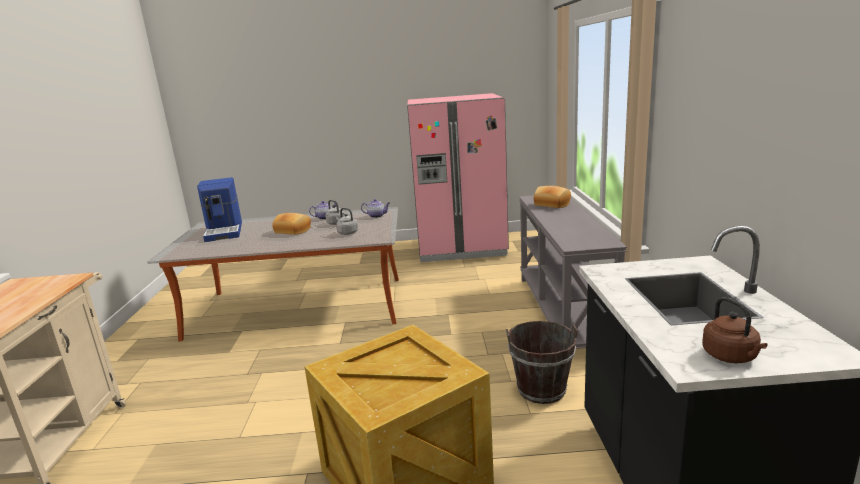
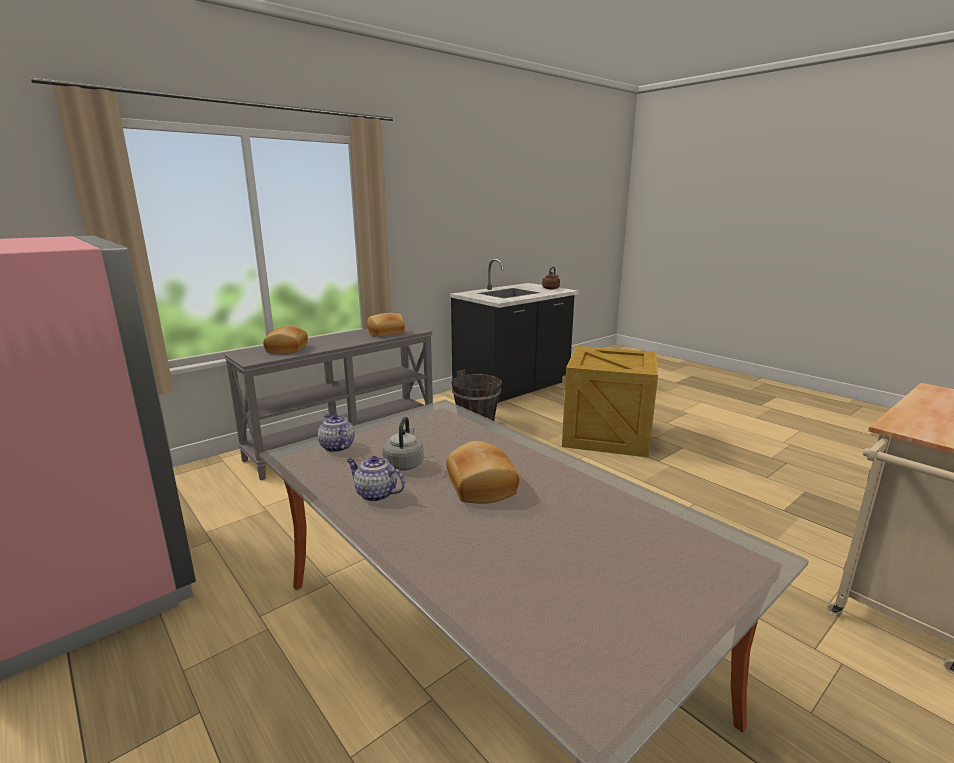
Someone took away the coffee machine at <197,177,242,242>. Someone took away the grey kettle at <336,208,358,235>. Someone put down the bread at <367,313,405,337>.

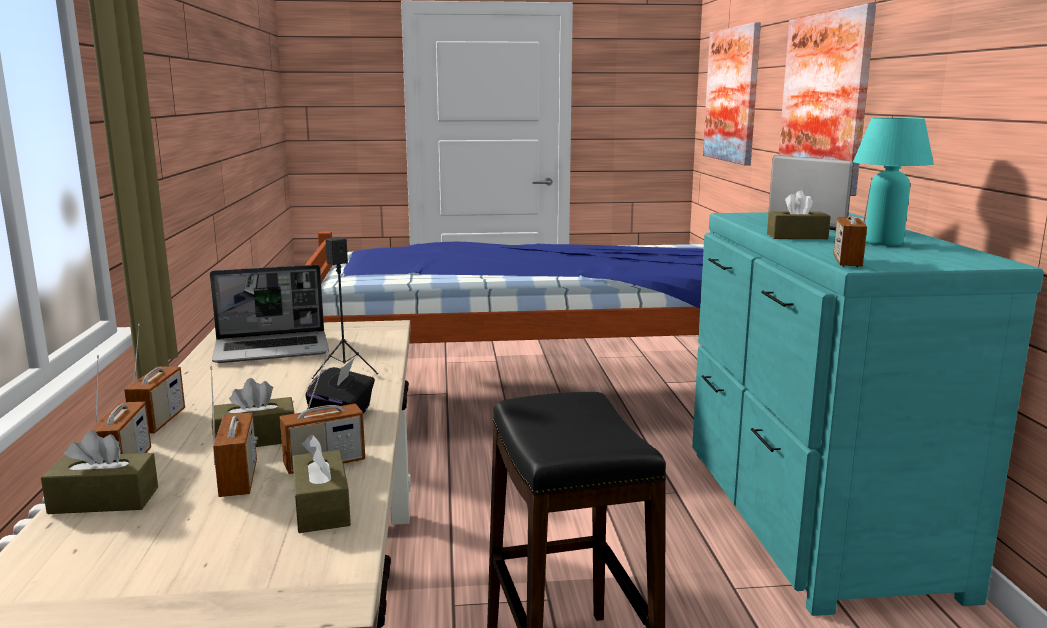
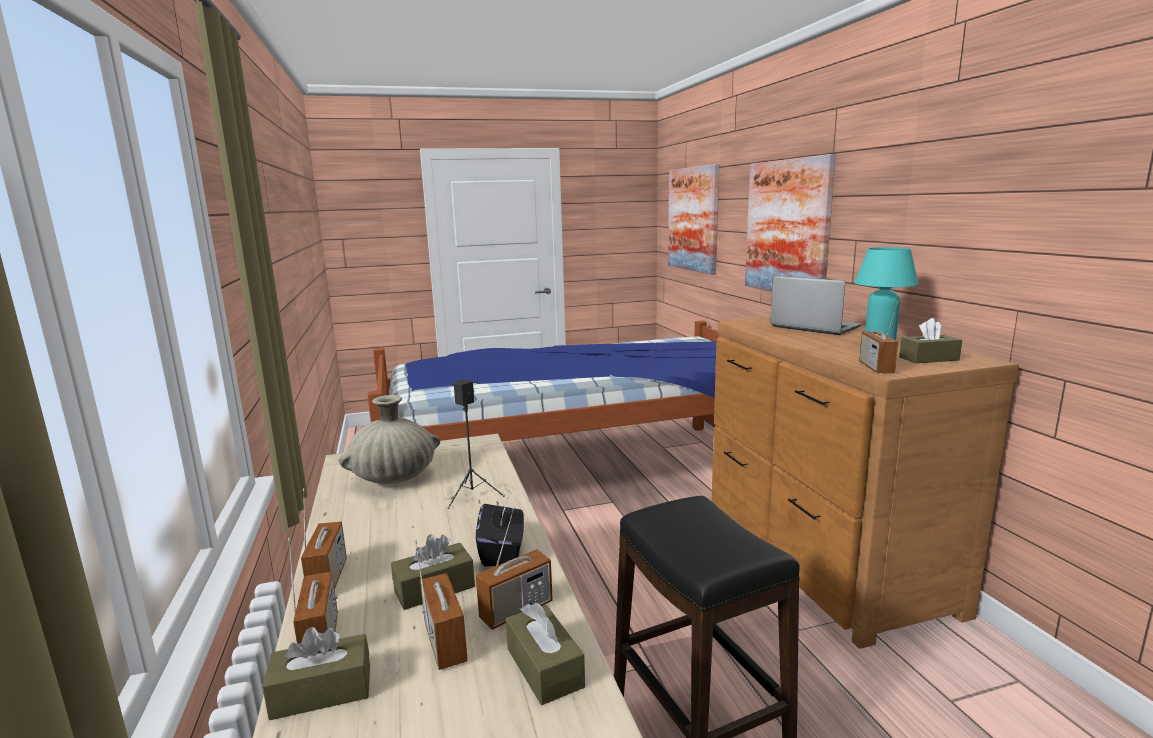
Someone swapped the laptop at <210,265,329,363> for the beige vase at <339,395,440,484>. Someone repainted the turquoise dresser at <692,212,1044,616>, which became the brown dresser at <712,317,1019,649>. Someone carried the brown tissue box from <767,190,831,239> to <899,318,962,363>.

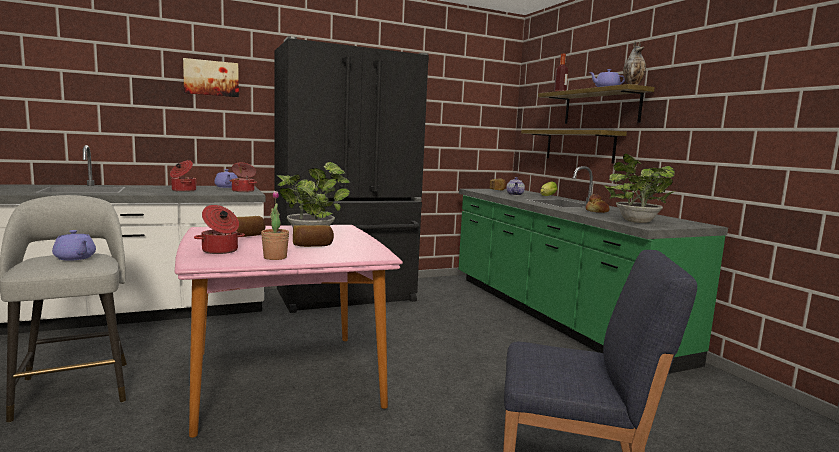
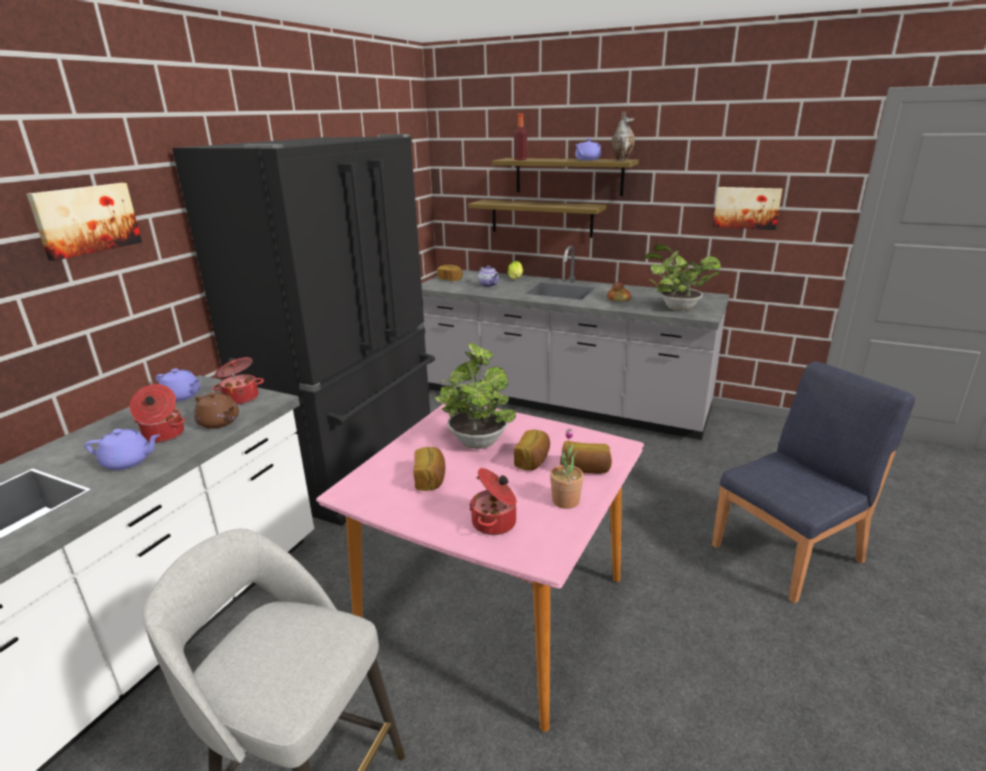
Someone carried the purple teapot from <52,230,96,261> to <85,429,160,470>. Someone repainted the green counter at <459,166,728,374>, which became the grey counter at <421,246,729,440>. Someone put down the brown teapot at <194,392,239,429>. Someone put down the bread at <560,441,612,474>. Someone put up the picture at <713,187,782,230>.

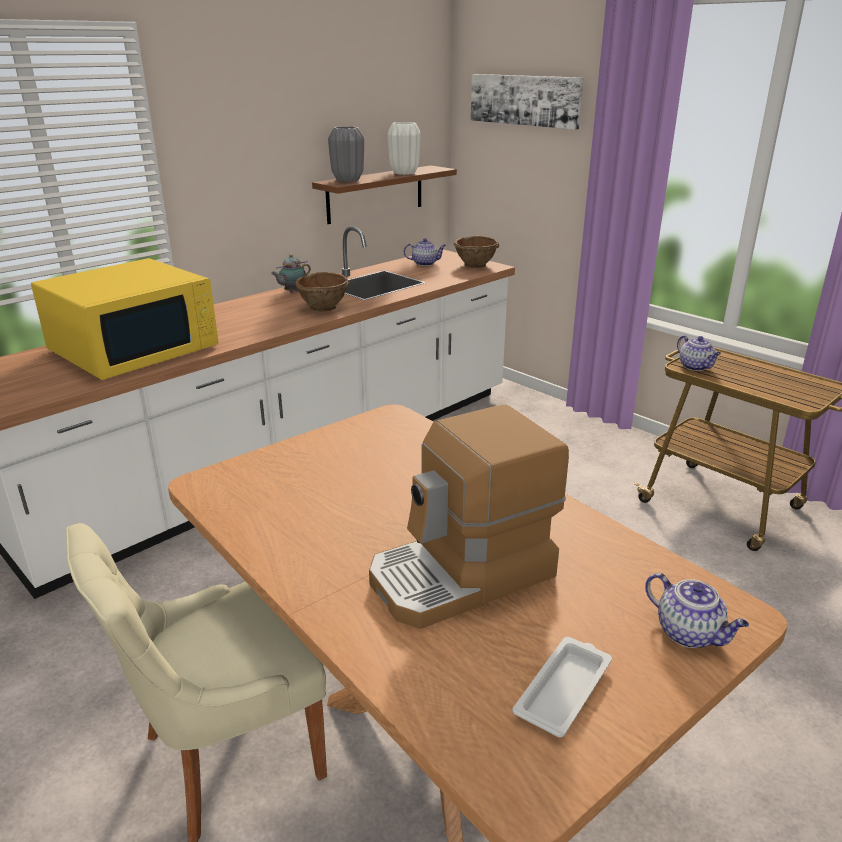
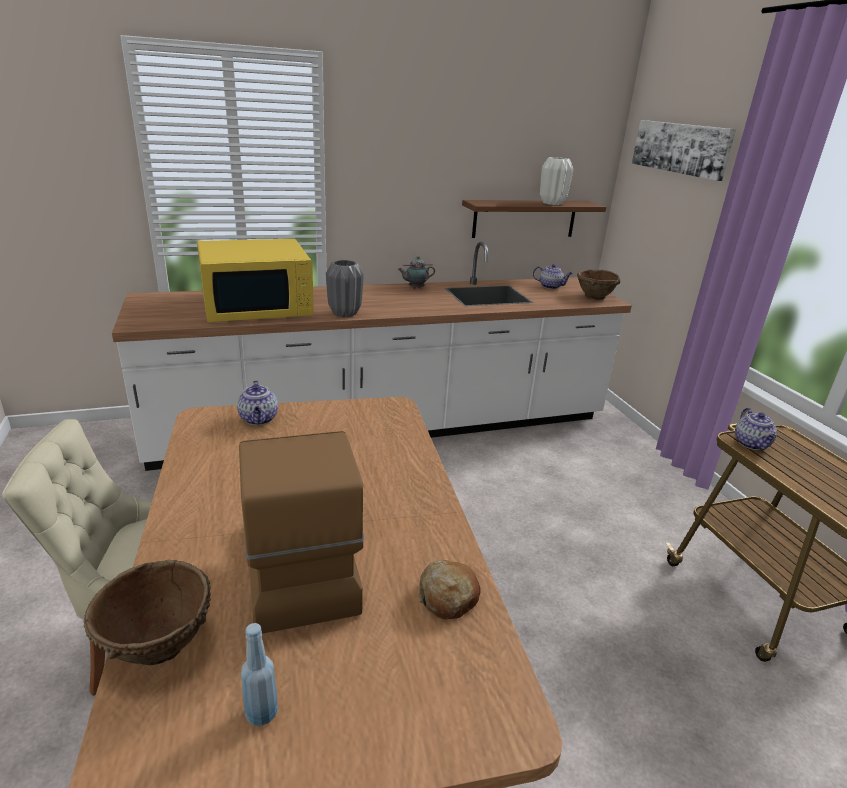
Someone carried the brown bowl from <295,272,349,312> to <83,560,211,666>. Someone carried the grey vase from <328,126,364,182> to <326,260,364,317>. Someone rotated the coffee machine at <369,405,569,629> by 75 degrees clockwise. Someone swapped the white tray at <512,637,612,737> for the blue bottle at <241,623,278,726>. Someone carried the teapot from <645,573,749,648> to <237,380,278,425>. Someone put down the bread at <418,560,481,619>.

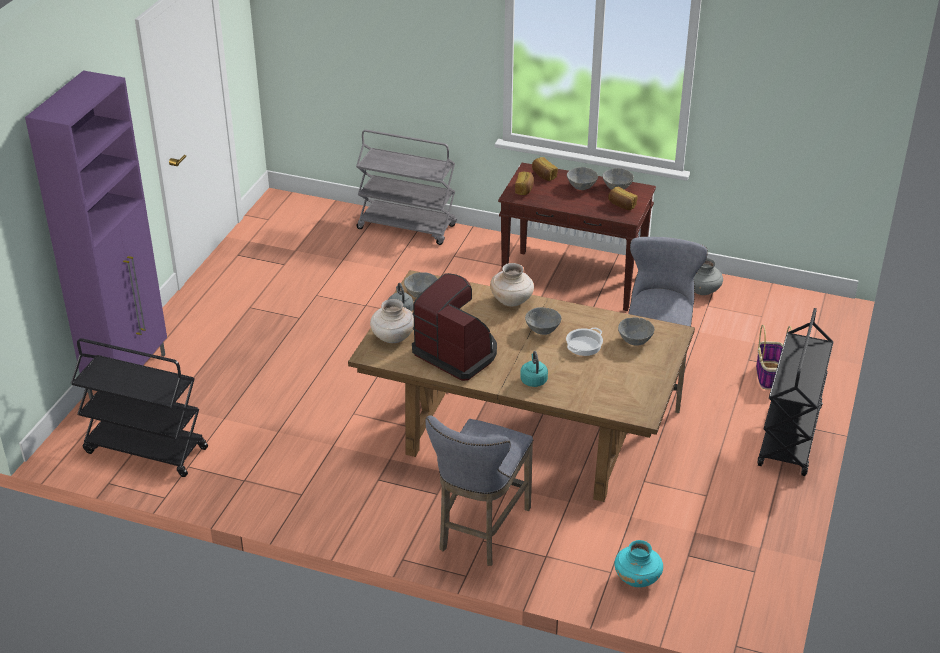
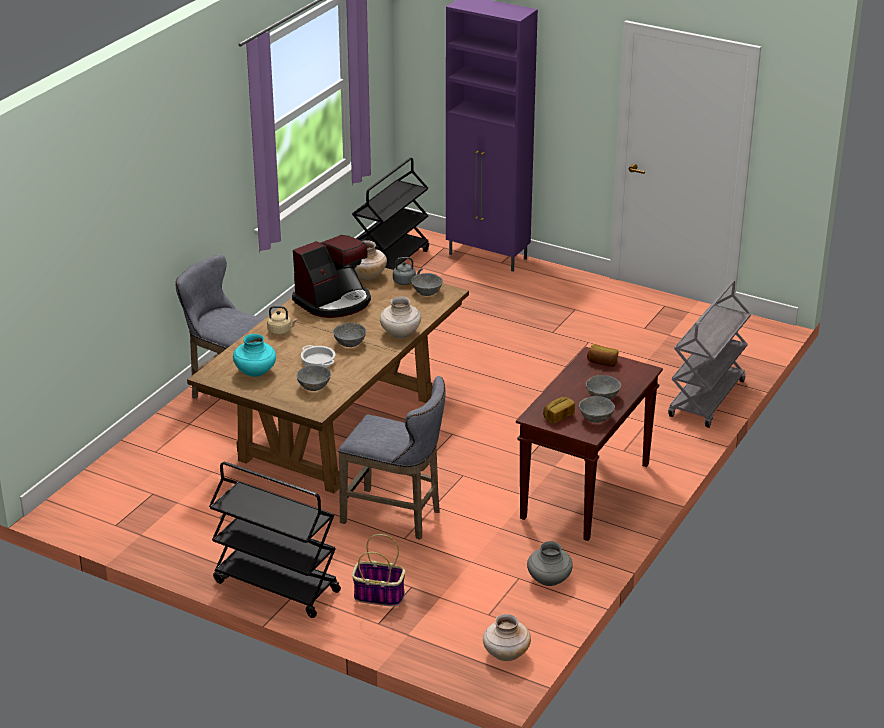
Someone repainted the turquoise kettle at <520,351,548,387>, which became the beige kettle at <267,306,297,335>. Someone took away the bread at <532,157,558,181>. Someone carried the turquoise vase from <615,540,663,587> to <233,334,276,377>. Someone put down the beige vase at <483,614,531,661>.

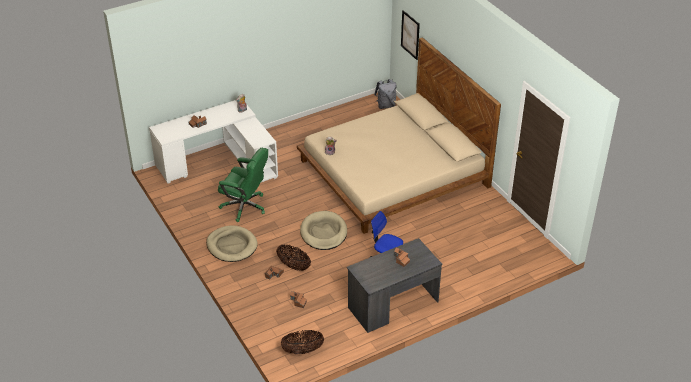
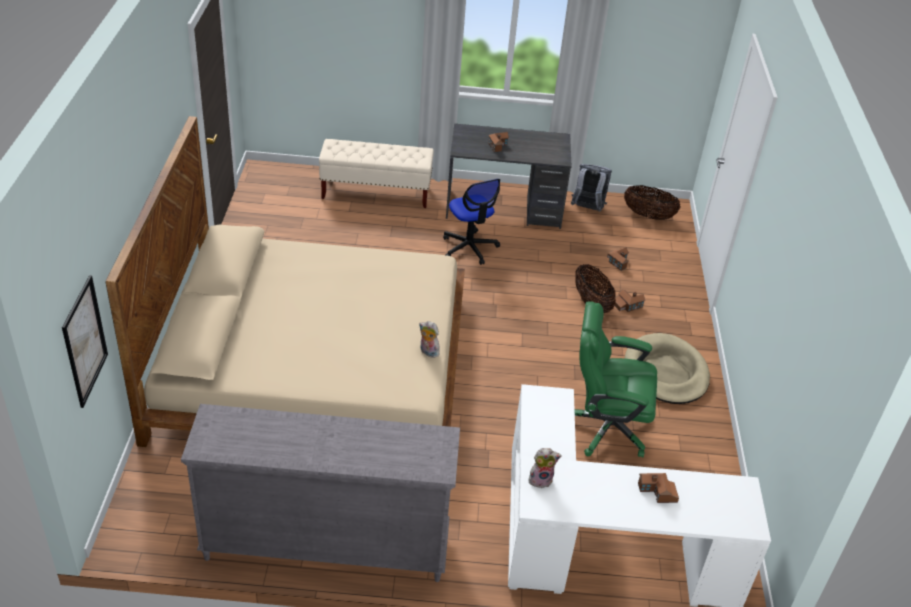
Someone rotated the green office chair at <218,148,268,222> by 45 degrees counterclockwise. Someone took away the beige dog bed at <300,211,347,250>. Someone carried the grey backpack from <374,79,397,109> to <571,164,612,212>. Someone put down the grey dresser at <181,404,460,582>. Someone put down the beige bench at <319,139,434,208>.

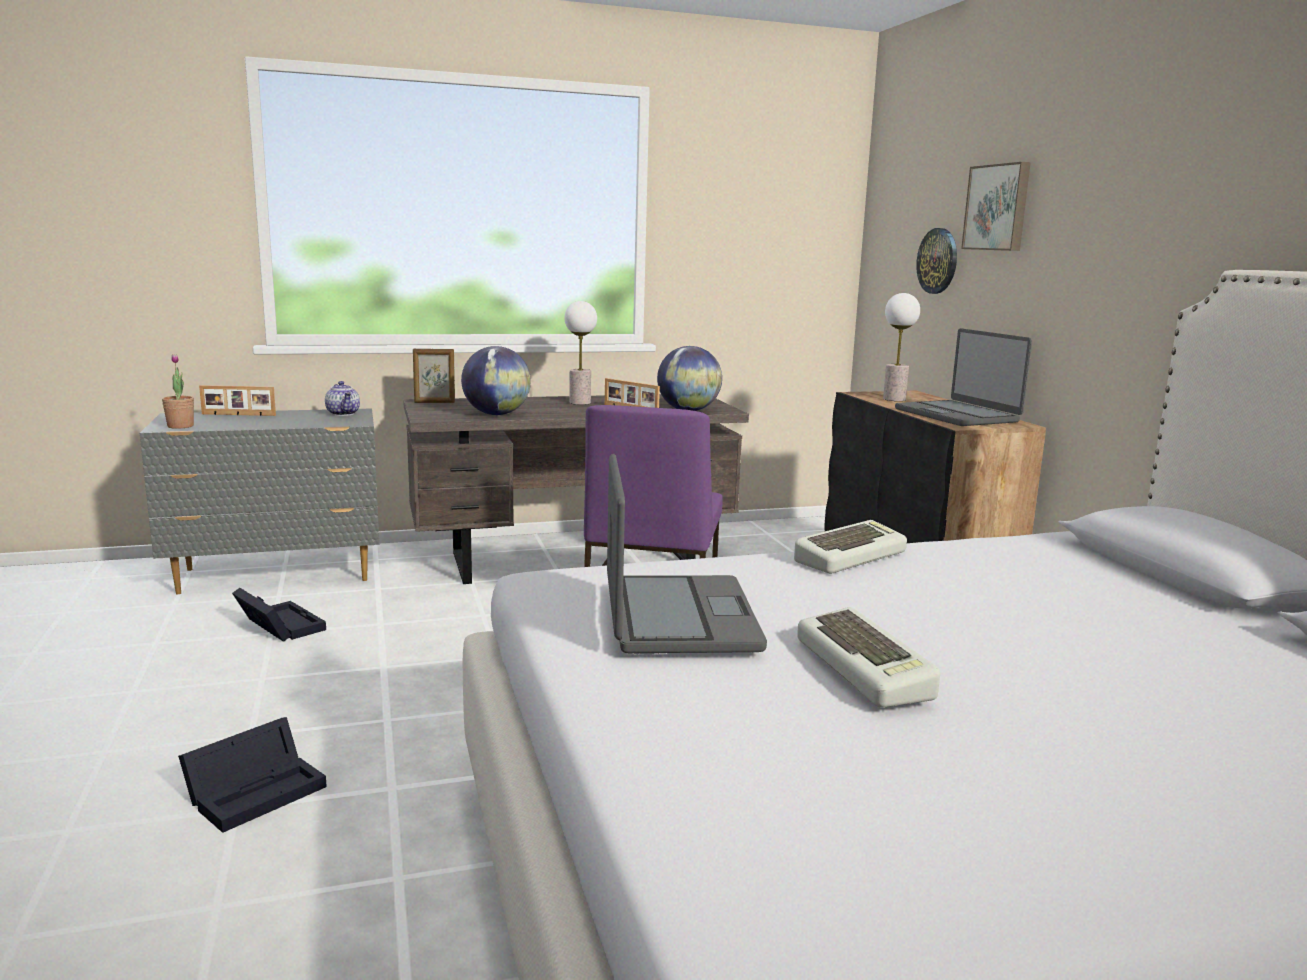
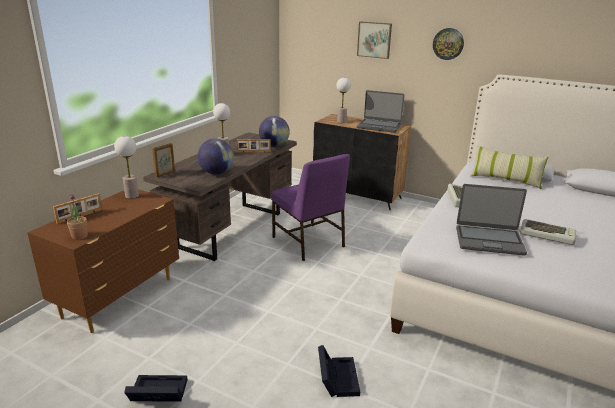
Someone repainted the grey dresser at <140,408,379,594>, which became the brown dresser at <28,189,179,333>. Someone carried the black storage box from <232,588,326,642> to <124,375,187,402>. Someone swapped the teapot at <325,381,360,416> for the table lamp at <114,136,139,199>. Someone rotated the laptop at <607,454,767,653> by 150 degrees clockwise. Someone carried the wall clock from <916,228,957,294> to <433,28,464,60>. Someone put down the pillow at <470,145,548,189>.

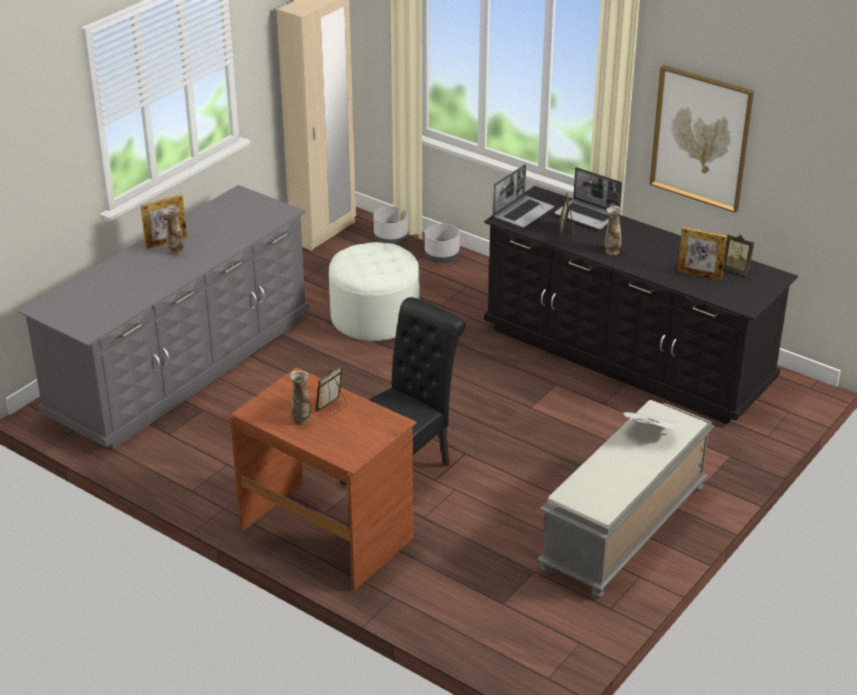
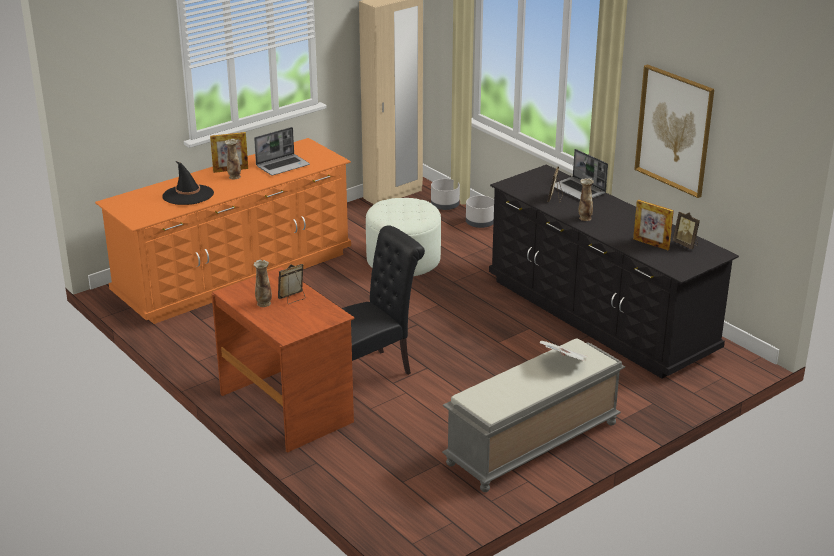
Someone repainted the grey dresser at <18,185,309,449>, which became the orange dresser at <95,138,351,324>. Someone carried the laptop from <493,164,554,228> to <254,127,310,176>. Someone put down the black hat at <162,161,214,205>.

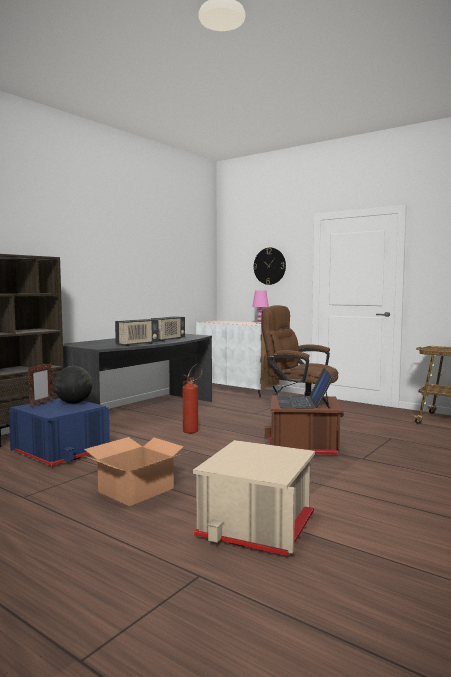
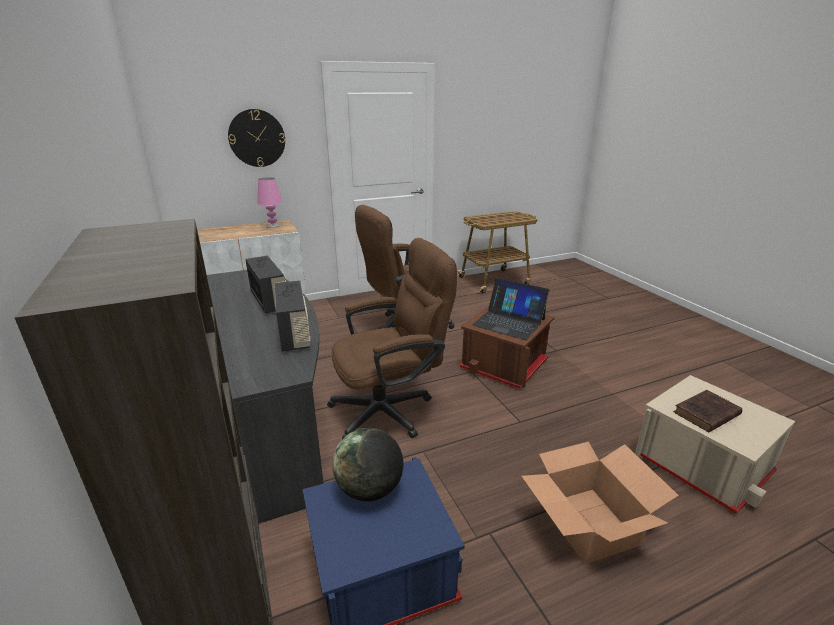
Someone took away the picture frame at <28,363,53,408>. Someone swapped the fire extinguisher at <183,364,203,433> for the brown office chair at <327,238,458,439>. Someone put down the brown book at <674,390,742,432>.

